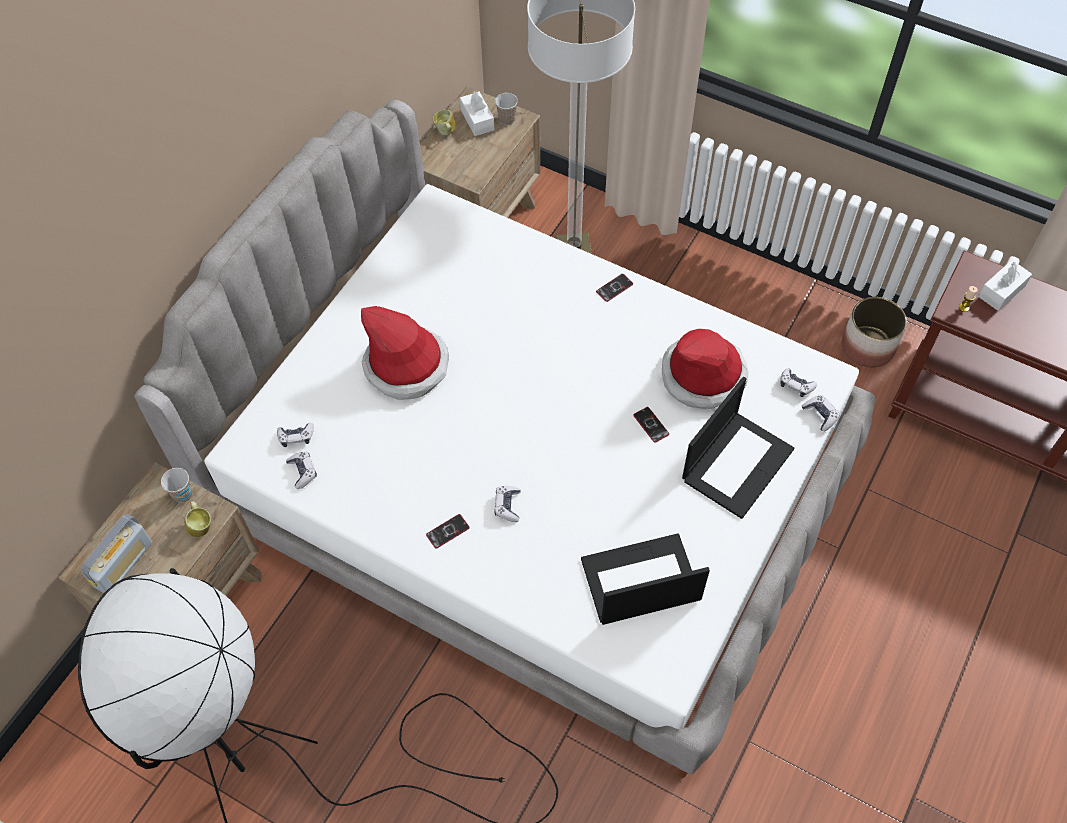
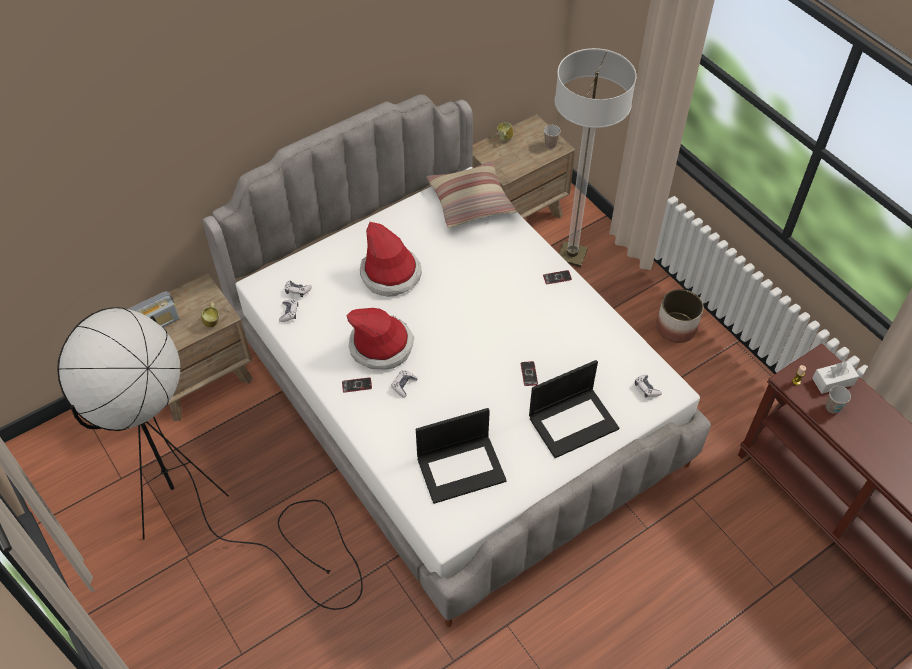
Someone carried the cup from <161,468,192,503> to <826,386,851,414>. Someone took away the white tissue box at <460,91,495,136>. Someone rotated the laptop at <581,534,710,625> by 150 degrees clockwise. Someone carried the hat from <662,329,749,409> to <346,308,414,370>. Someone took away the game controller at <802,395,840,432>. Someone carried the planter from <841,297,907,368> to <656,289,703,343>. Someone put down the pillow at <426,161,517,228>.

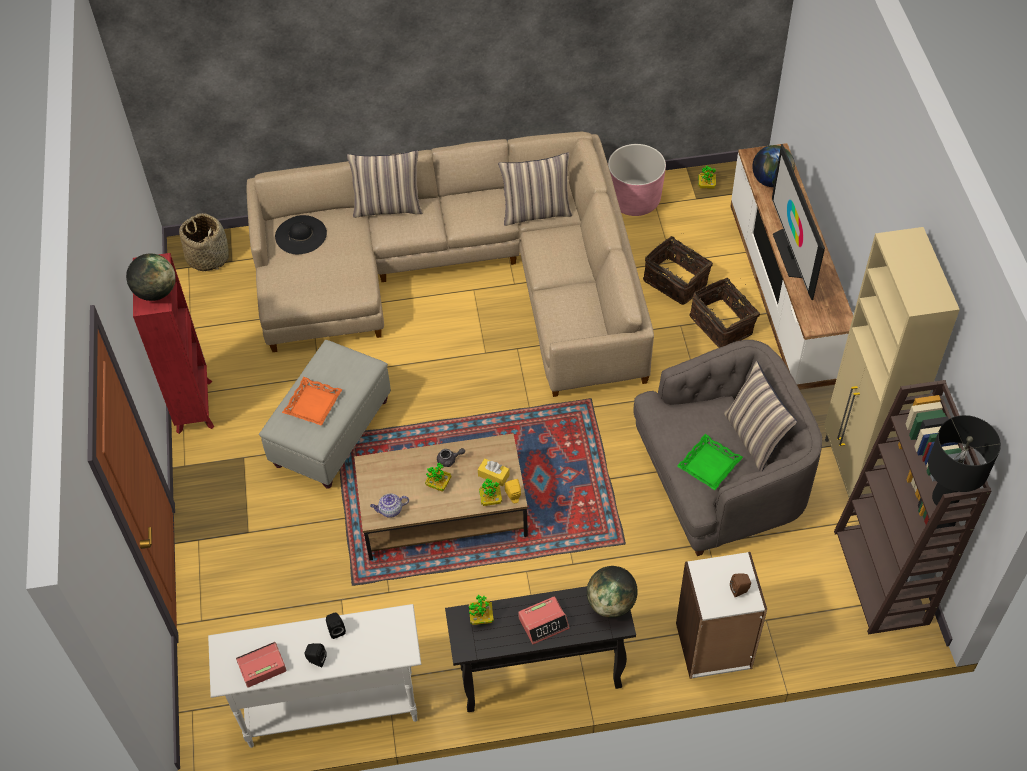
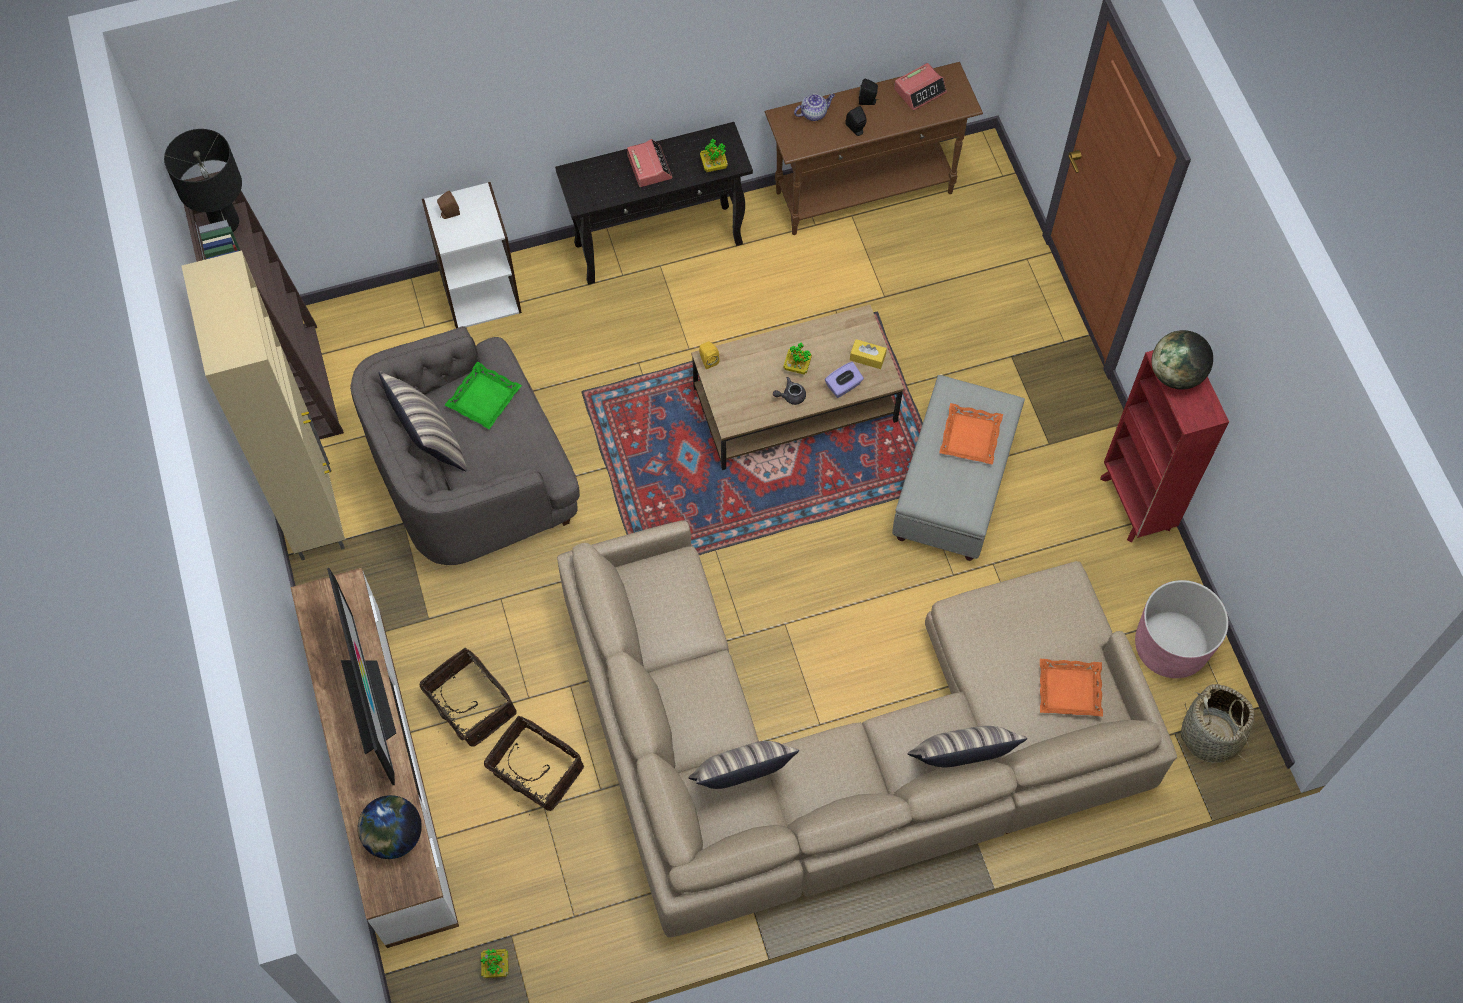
Someone repainted the white console table at <208,604,421,748>, which became the brown console table at <765,62,983,235>. Someone swapped the black hat at <275,215,327,254> for the orange tray at <1040,659,1103,716>. Someone carried the teapot from <370,493,409,518> to <794,94,835,121>. Someone carried the yellow tissue box from <478,458,510,486> to <850,339,887,369>. Someone took away the potted plant at <479,478,502,506>. Someone rotated the alarm clock at <518,596,570,645> by 105 degrees clockwise. Someone took away the globe at <587,566,638,618>. Someone carried the pink planter from <608,144,666,216> to <1135,580,1228,678>. Someone put down the purple tissue box at <825,362,864,398>.

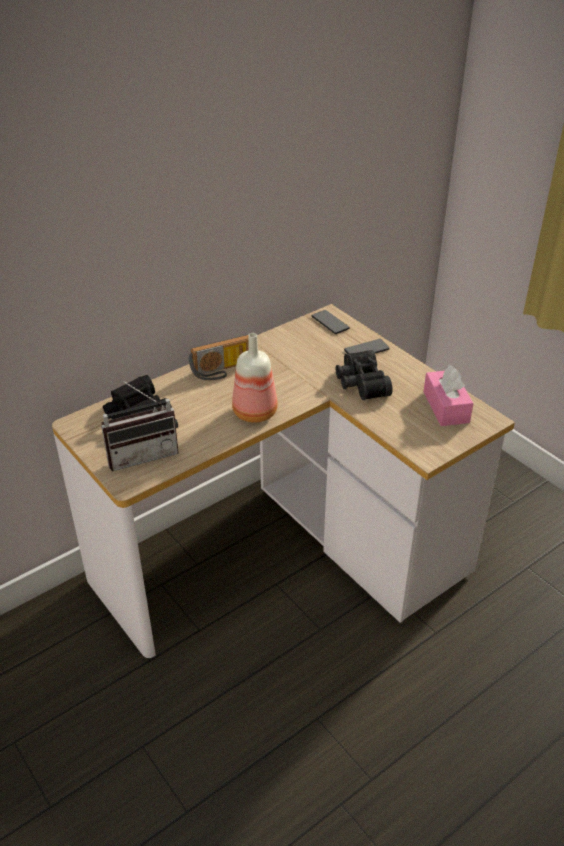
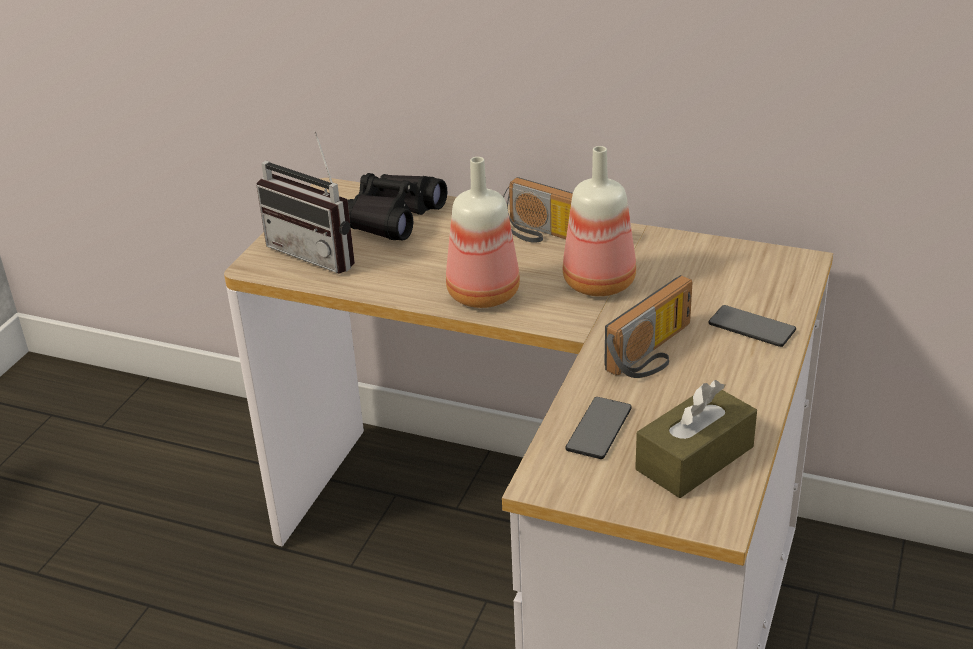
Someone carried the phone from <312,310,350,334> to <565,397,632,459>. Someone swapped the black binoculars at <336,350,393,400> for the radio at <604,275,693,378>. Someone repainted the pink tissue box at <424,365,474,426>, which became the brown tissue box at <635,380,757,498>. Someone put down the bottle at <563,146,636,296>.

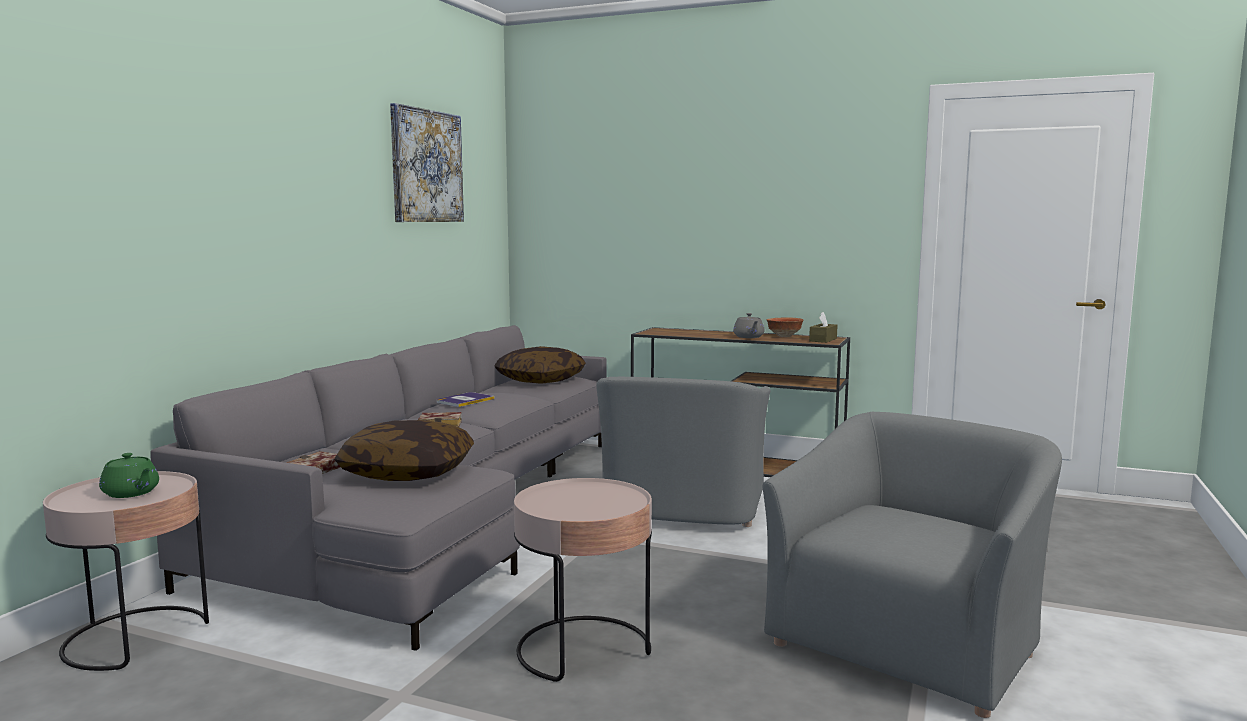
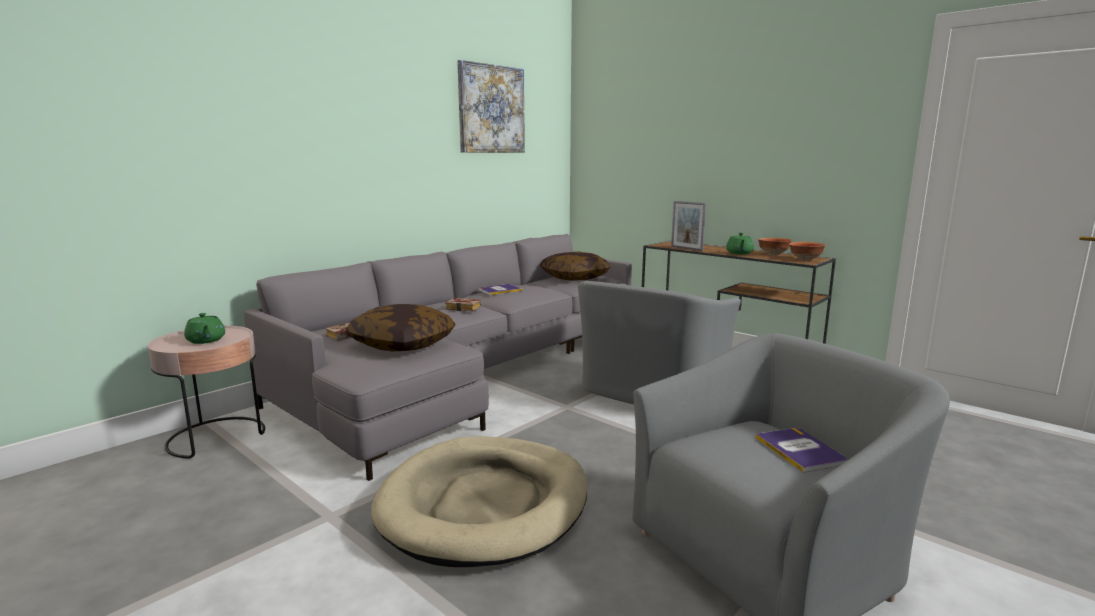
Someone swapped the pink side table at <514,478,652,682> for the beige dog bed at <371,436,587,567>. Someone repainted the grey teapot at <733,313,765,338>, which became the green teapot at <726,233,754,255>. Someone swapped the brown tissue box at <809,312,838,343> for the bowl at <789,242,826,261>. Someone put down the picture frame at <671,201,706,251>. Someone put down the book at <755,428,847,473>.

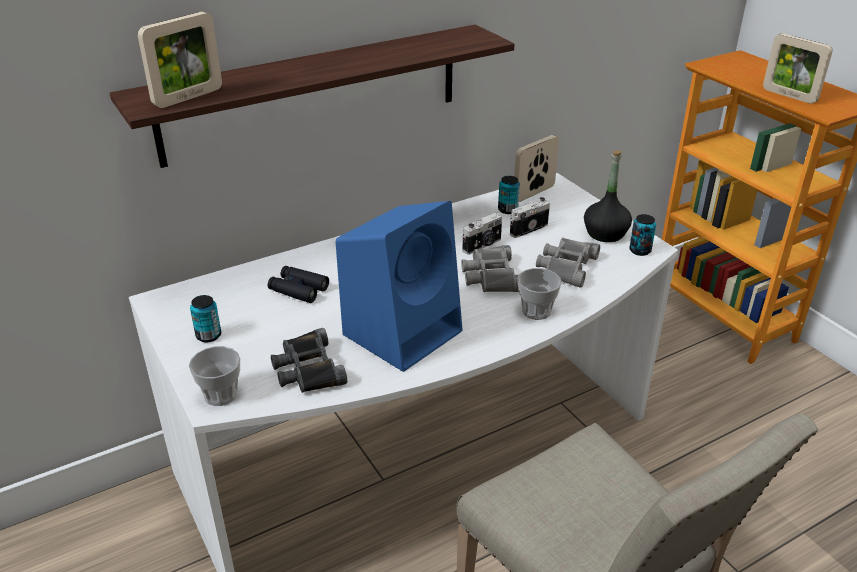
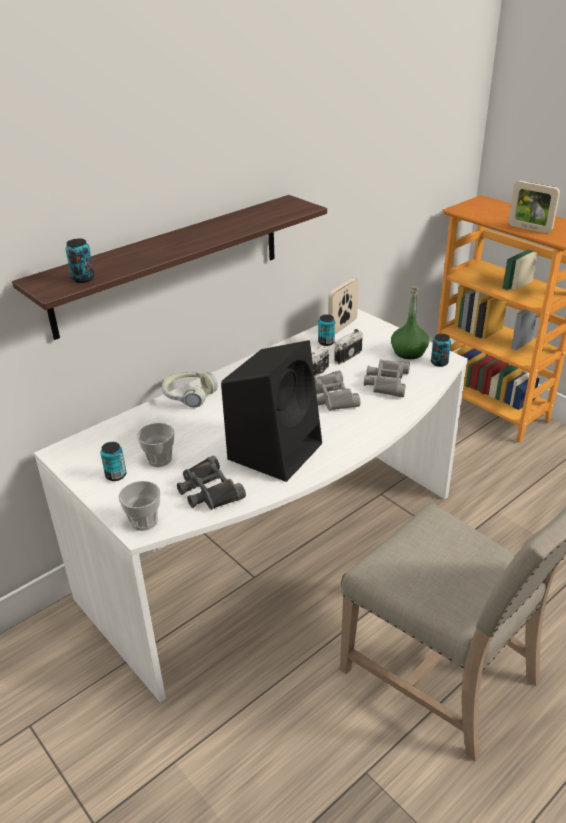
Someone swapped the picture frame at <138,12,222,108> for the can at <66,239,95,283>. Someone took away the black binoculars at <268,266,329,303>. Someone repainted the blue speaker at <336,201,462,372>, which became the black speaker at <221,340,322,482>. Someone carried the cup from <517,268,562,320> to <137,423,174,467>. Someone repainted the black bottle at <584,150,632,242>, which became the green bottle at <391,285,429,359>. Someone put down the headphones at <162,372,218,408>.

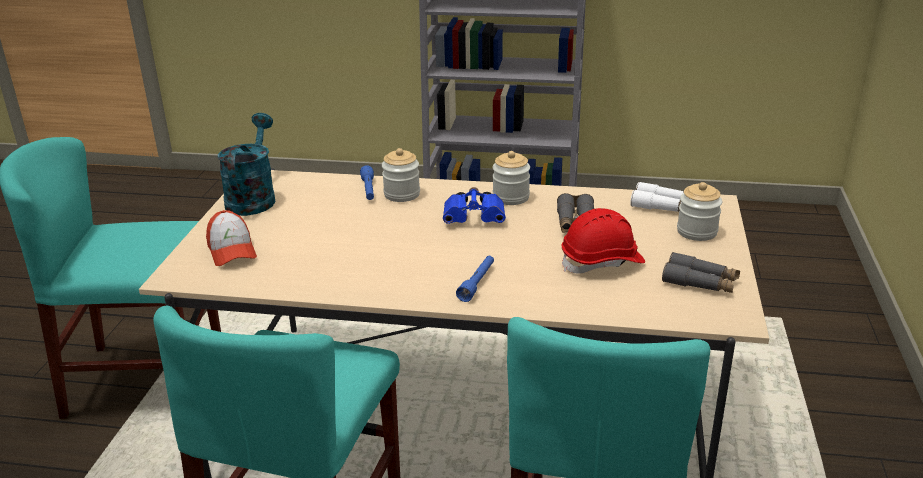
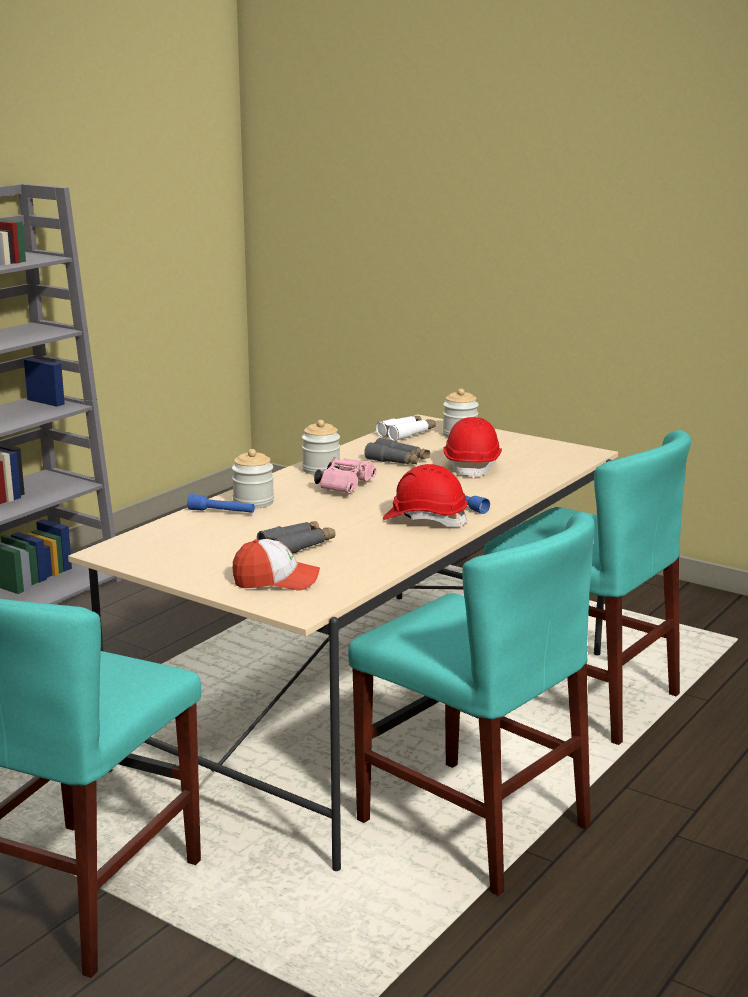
Someone took away the turquoise watering can at <218,113,276,216>. Someone repainted the blue binoculars at <443,187,506,224>, which became the pink binoculars at <314,457,377,493>. Someone carried the grey binoculars from <662,252,740,293> to <257,521,336,554>. Someone put down the red hard hat at <383,464,468,527>.

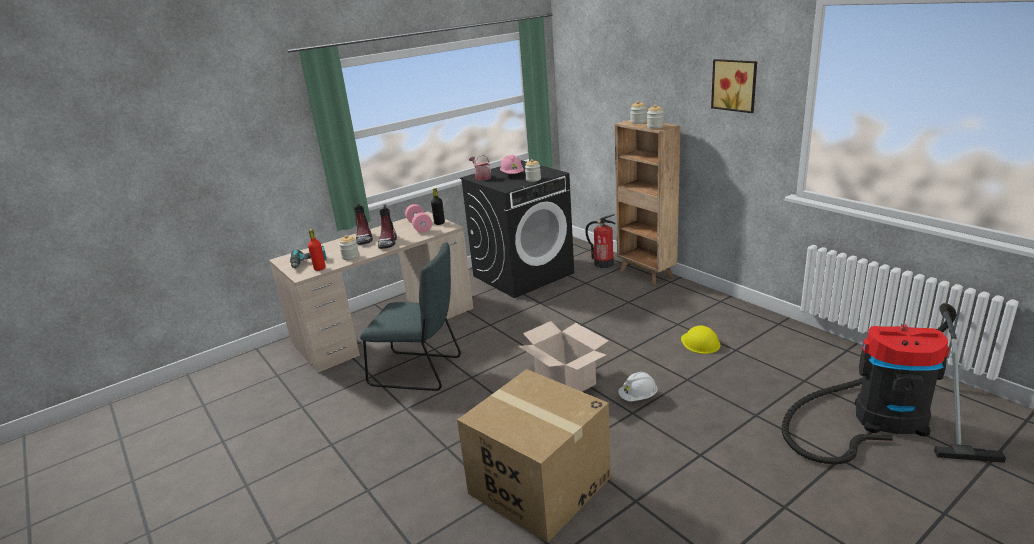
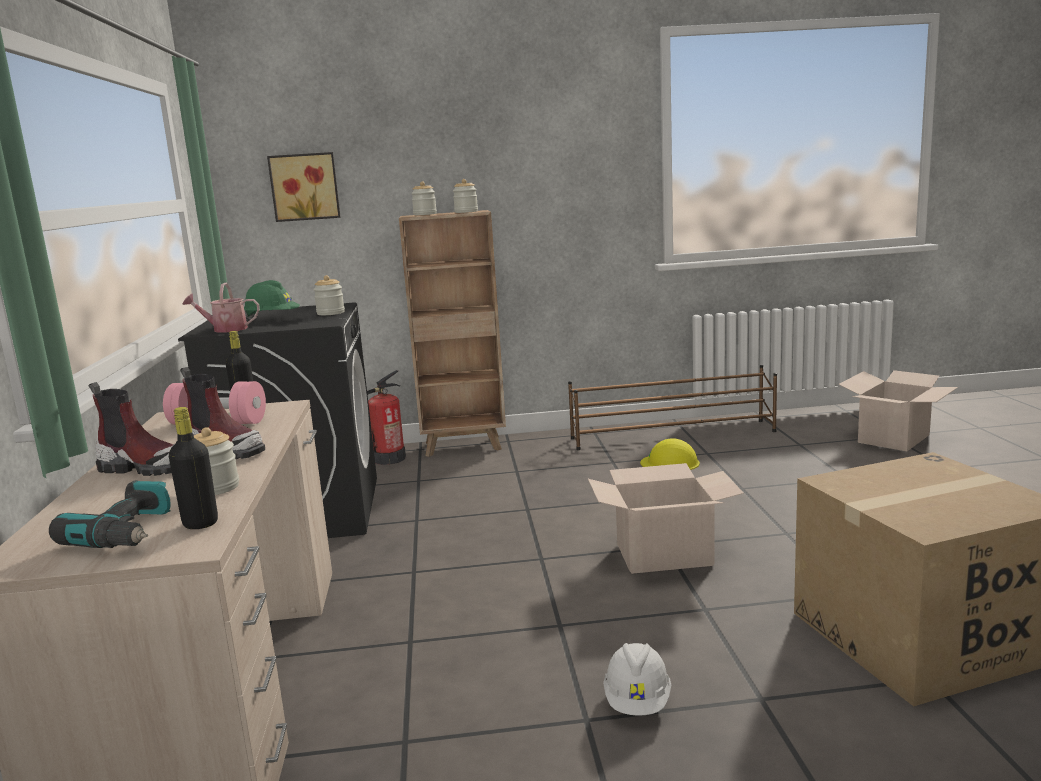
Someone repainted the red bottle at <308,229,325,271>, which became the black bottle at <169,407,218,529>. Someone took away the grey chair at <360,242,461,391>. Someone repainted the pink hard hat at <500,155,524,174>, which became the green hard hat at <244,280,300,320>. Someone carried the white hard hat from <618,372,658,401> to <603,643,671,716>. Someone carried the picture from <711,59,757,113> to <267,152,341,222>. Someone swapped the vacuum cleaner at <781,303,1006,465> for the cardboard box at <839,370,958,451>. Someone put down the brown shoe rack at <568,365,777,450>.

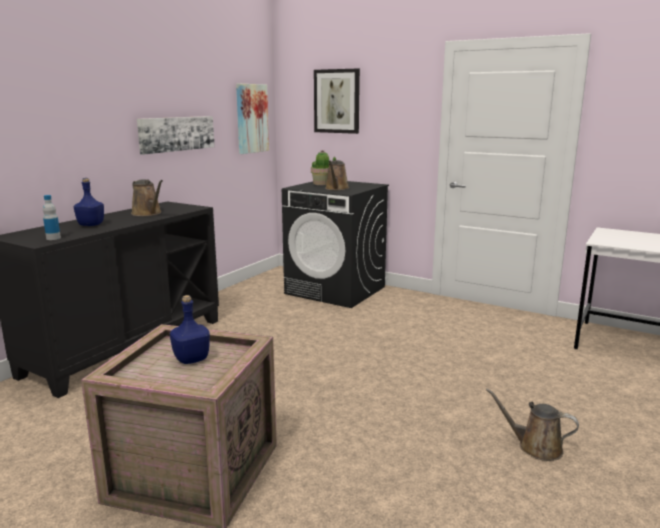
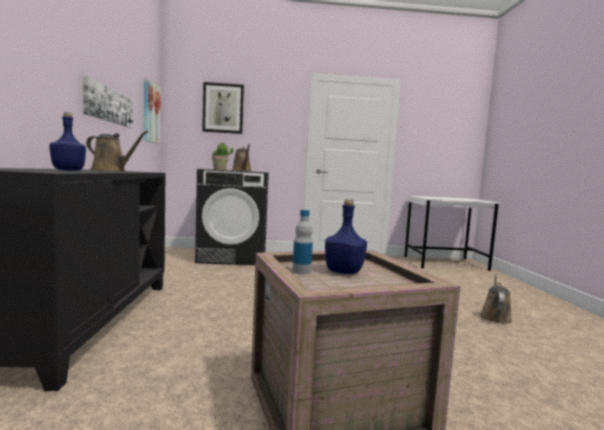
Someone carried the bottle from <43,195,61,240> to <292,210,313,274>. Someone rotated the brown watering can at <486,388,579,461> by 120 degrees clockwise.

